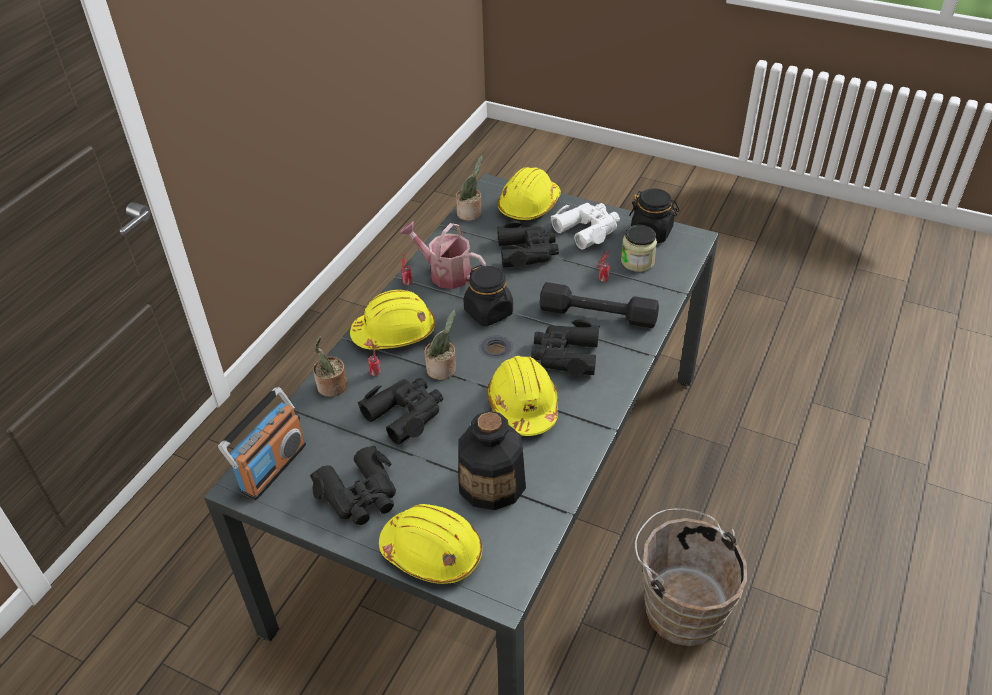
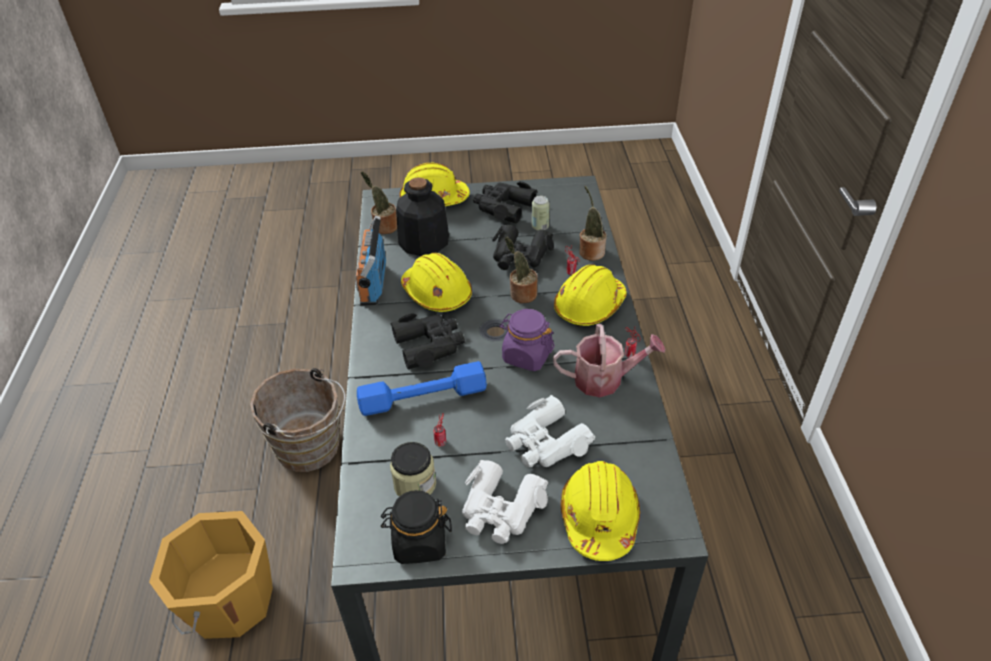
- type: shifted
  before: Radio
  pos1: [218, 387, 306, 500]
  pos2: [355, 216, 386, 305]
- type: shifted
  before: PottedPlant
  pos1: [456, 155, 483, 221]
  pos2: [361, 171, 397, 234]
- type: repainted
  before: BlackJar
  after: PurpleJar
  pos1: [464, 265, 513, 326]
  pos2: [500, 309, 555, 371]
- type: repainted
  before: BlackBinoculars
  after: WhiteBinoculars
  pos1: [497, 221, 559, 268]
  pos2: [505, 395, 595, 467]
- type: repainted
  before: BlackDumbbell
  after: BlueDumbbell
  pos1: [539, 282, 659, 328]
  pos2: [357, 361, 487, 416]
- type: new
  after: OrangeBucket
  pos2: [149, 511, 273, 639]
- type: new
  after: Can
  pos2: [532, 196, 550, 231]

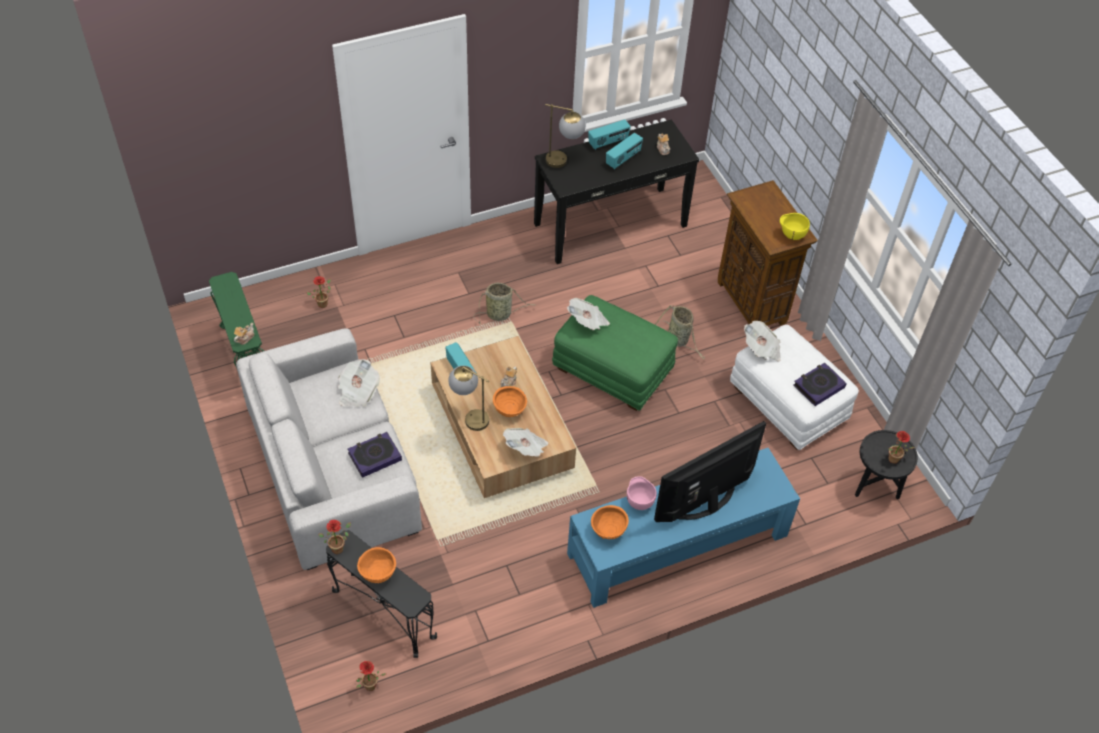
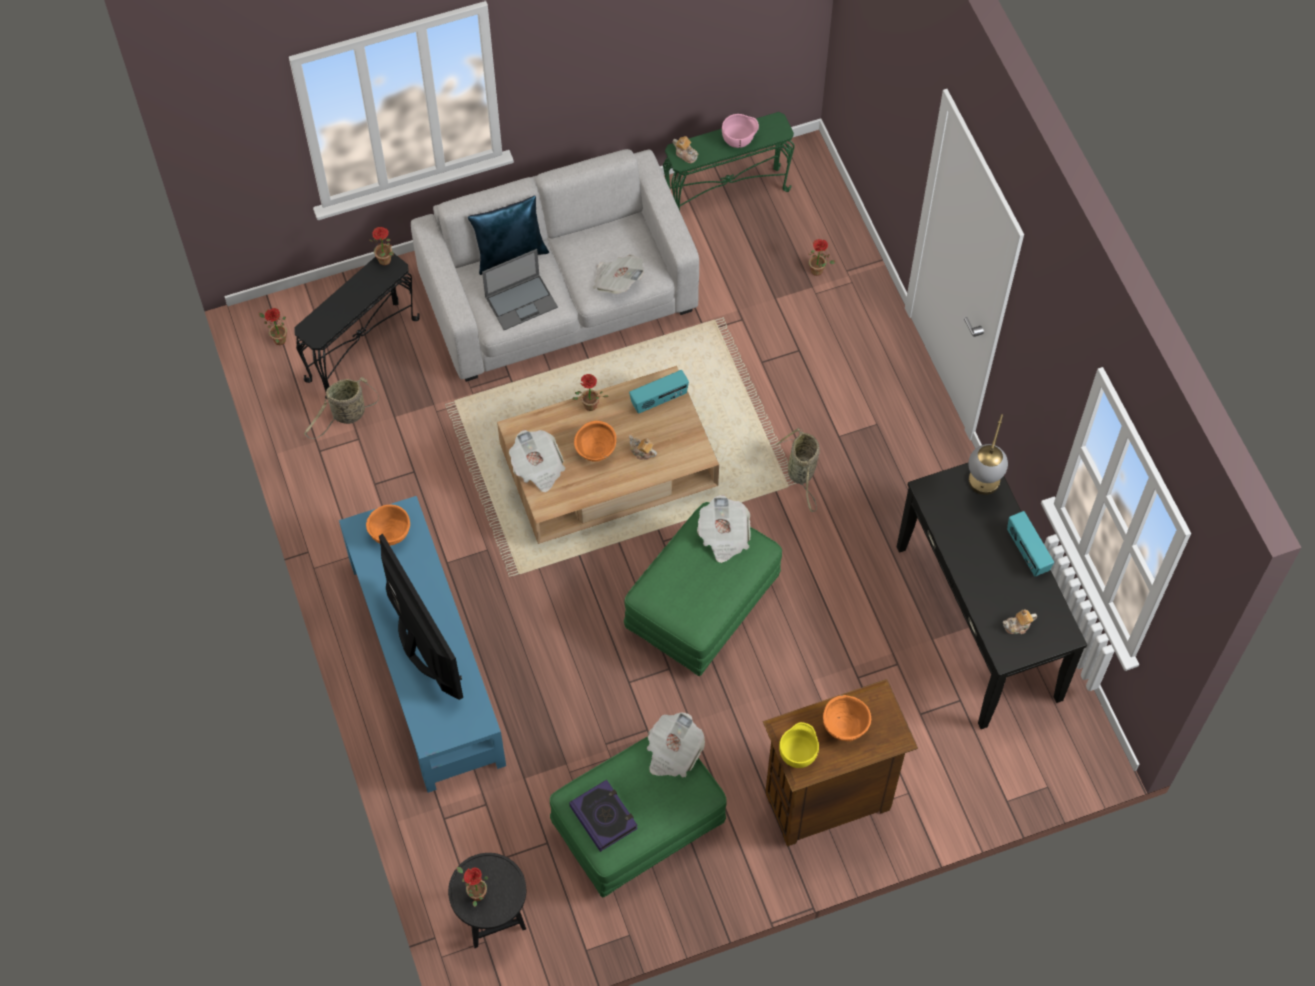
- type: swapped
  before: Book
  after: Laptop
  pos1: [348, 432, 402, 478]
  pos2: [482, 249, 558, 330]
- type: shifted
  before: OrangeBowl
  pos1: [357, 547, 396, 583]
  pos2: [823, 695, 871, 742]
- type: swapped
  before: TableLamp
  after: PottedPlant
  pos1: [448, 366, 489, 431]
  pos2: [572, 374, 609, 411]
- type: gone
  before: Radio
  pos1: [606, 133, 643, 169]
- type: shifted
  before: PinkBowl
  pos1: [627, 476, 657, 510]
  pos2: [722, 114, 759, 148]
- type: shifted
  before: Basket
  pos1: [655, 305, 705, 359]
  pos2: [304, 377, 379, 439]
- type: repainted
  before: WhiteOttoman
  after: GreenOttoman
  pos1: [730, 325, 859, 450]
  pos2: [550, 736, 727, 897]
- type: new
  after: BluePillow
  pos2: [468, 196, 549, 275]

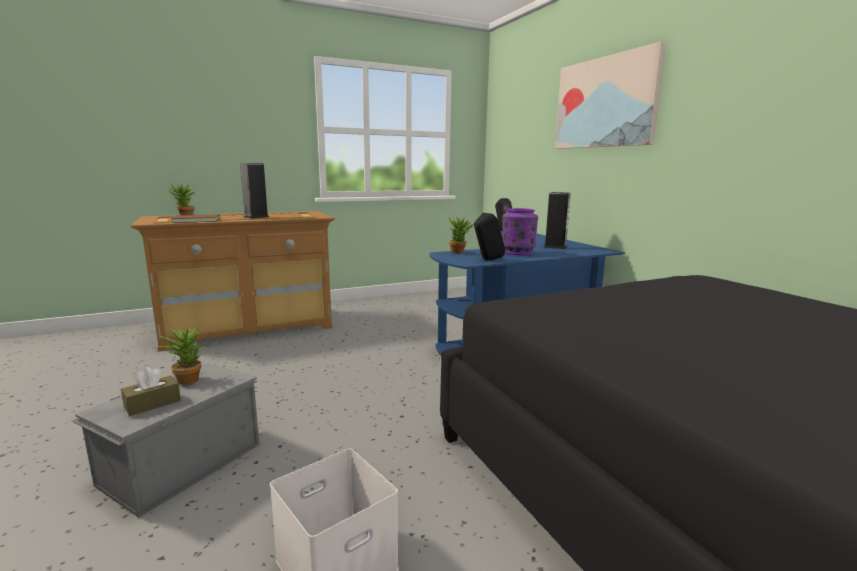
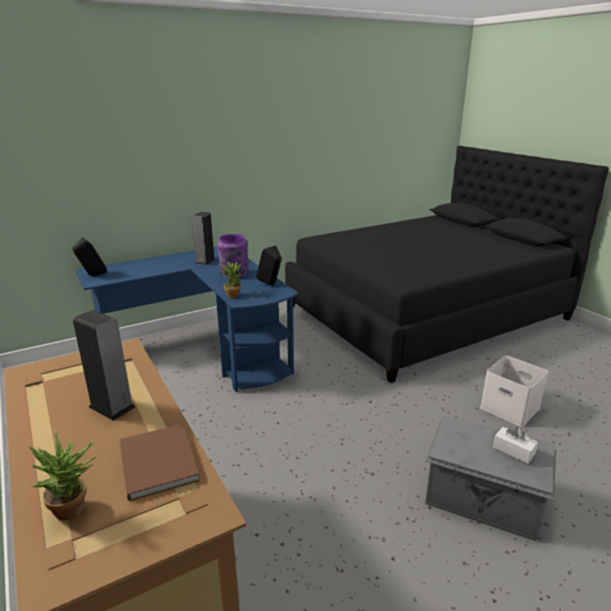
- type: repainted
  before: BrownTissueBox
  after: WhiteTissueBox
  pos1: [121, 367, 181, 416]
  pos2: [493, 427, 538, 464]
- type: gone
  before: PottedPlant
  pos1: [159, 324, 205, 385]
- type: gone
  before: Picture
  pos1: [555, 41, 666, 149]

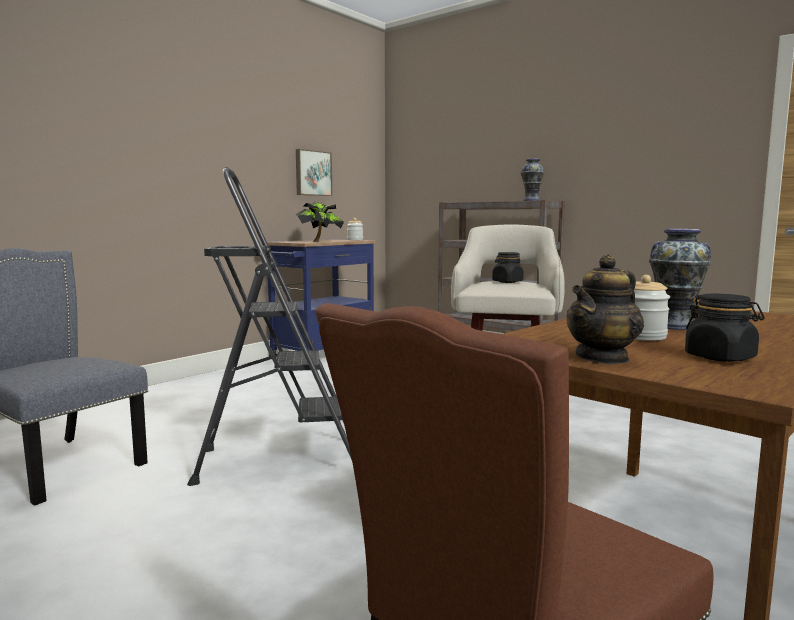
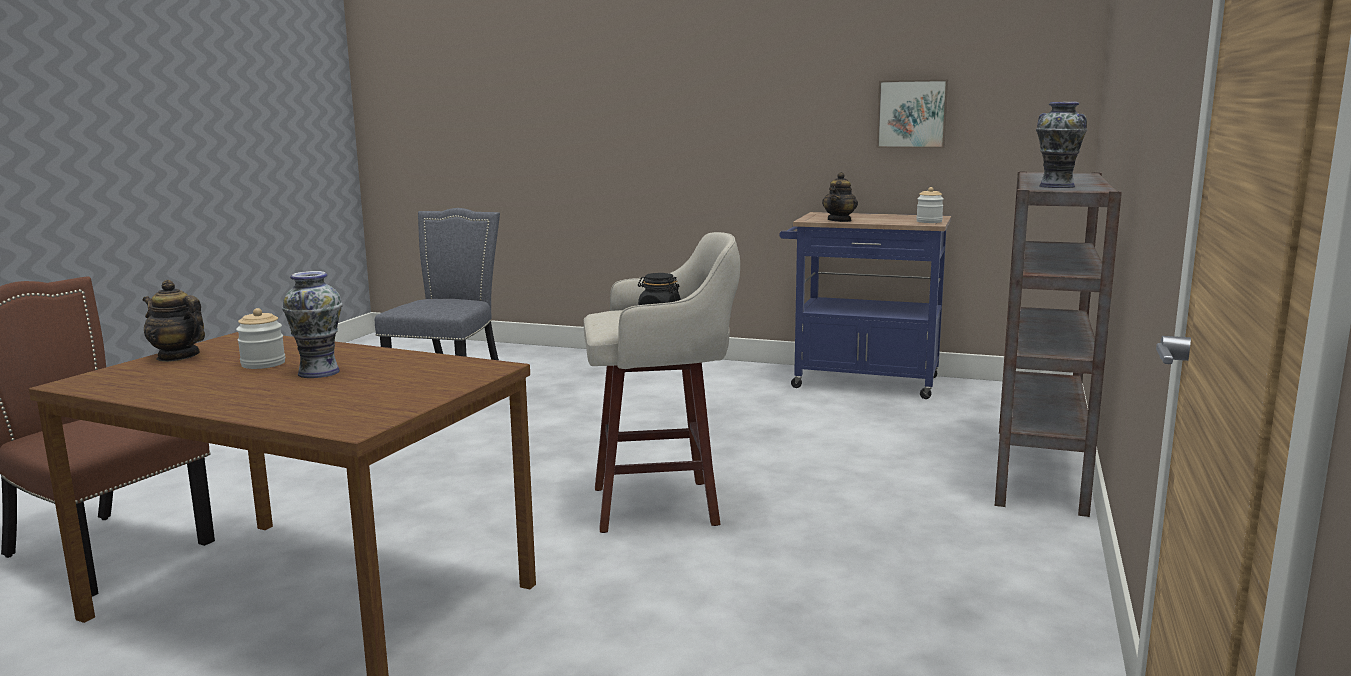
- type: gone
  before: StepLadder
  pos1: [187, 167, 352, 486]
- type: swapped
  before: PottedPlant
  after: Teapot
  pos1: [295, 201, 344, 242]
  pos2: [822, 172, 858, 222]
- type: gone
  before: BlackJar
  pos1: [685, 294, 765, 362]

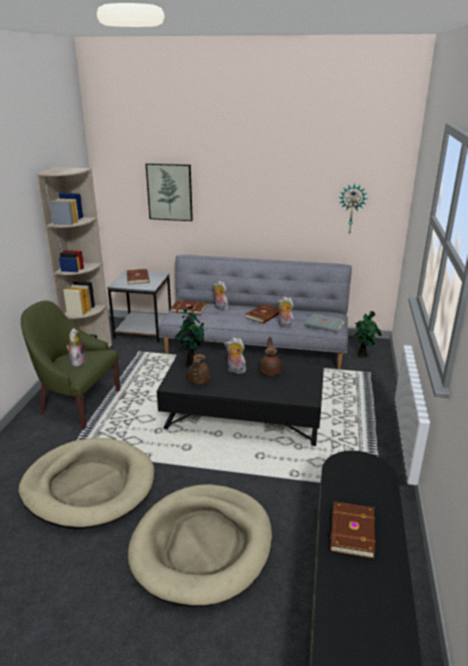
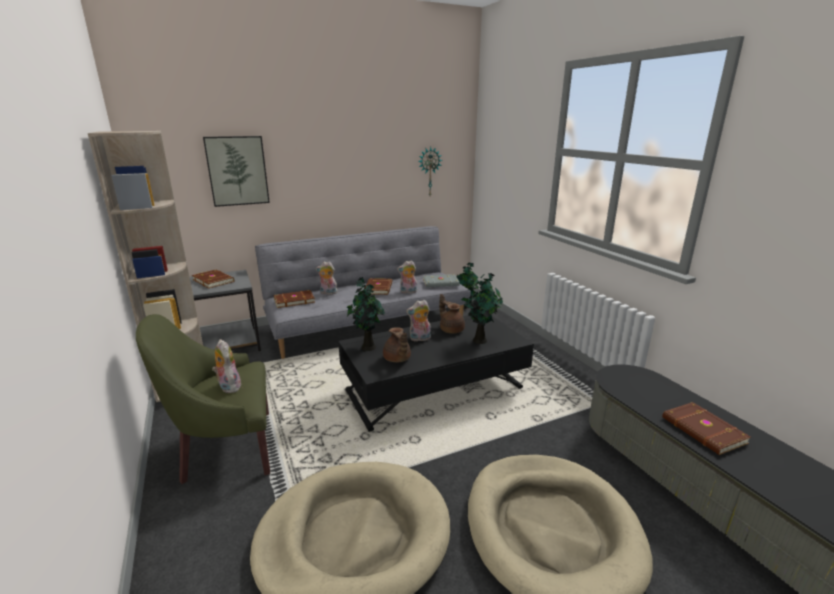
- type: new
  after: PottedPlant
  pos2: [461, 273, 503, 344]

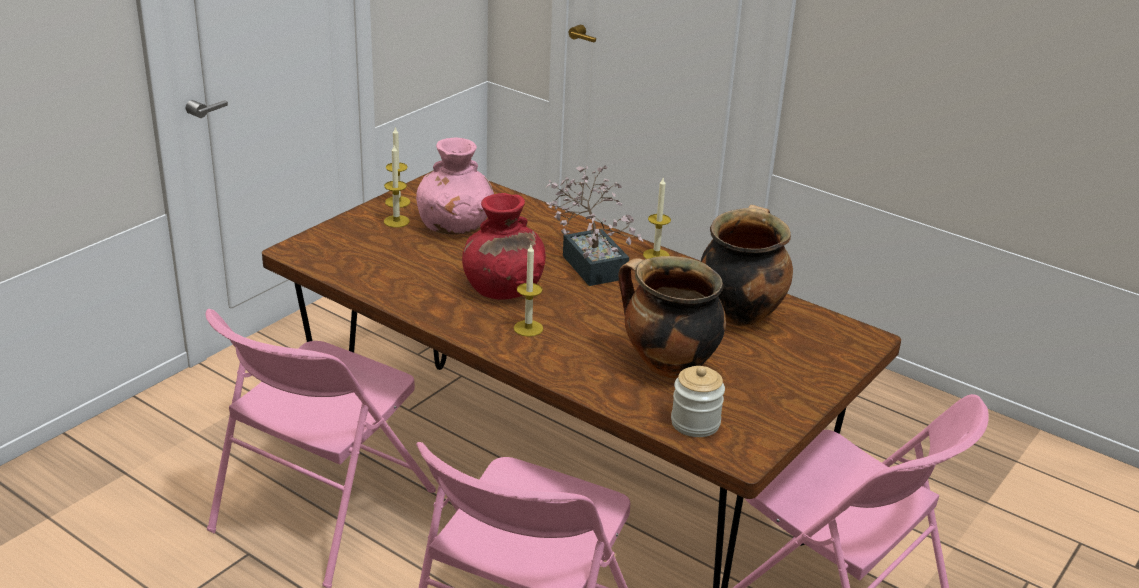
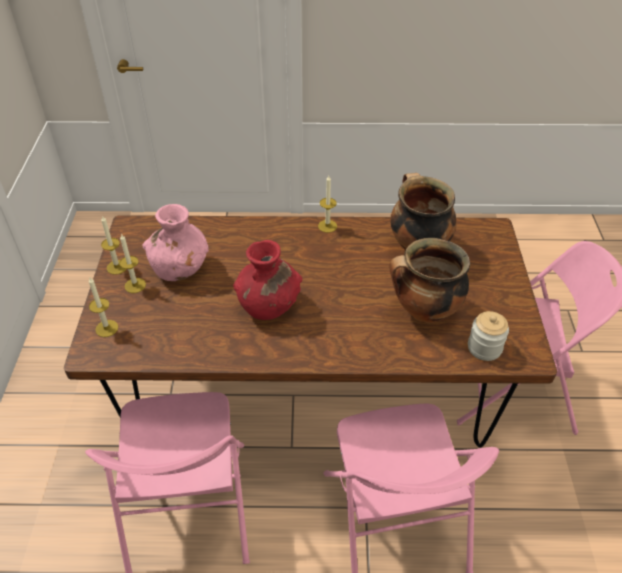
- type: shifted
  before: Candle
  pos1: [514, 245, 543, 337]
  pos2: [89, 277, 118, 337]
- type: gone
  before: PottedPlant
  pos1: [545, 165, 643, 286]

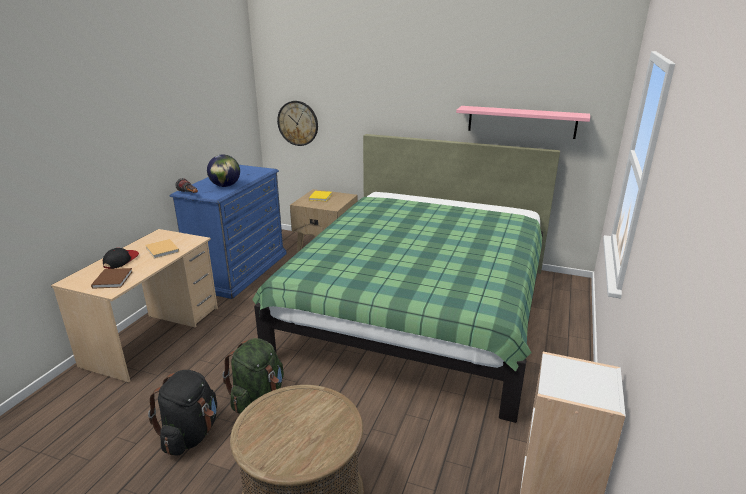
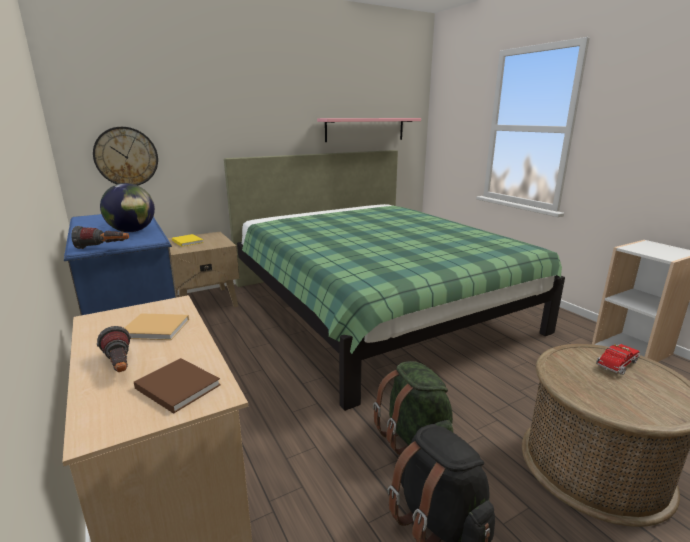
- type: swapped
  before: Cap
  after: Flashlight
  pos1: [103, 248, 139, 269]
  pos2: [97, 326, 131, 372]
- type: new
  after: ToyTruck
  pos2: [596, 344, 640, 375]

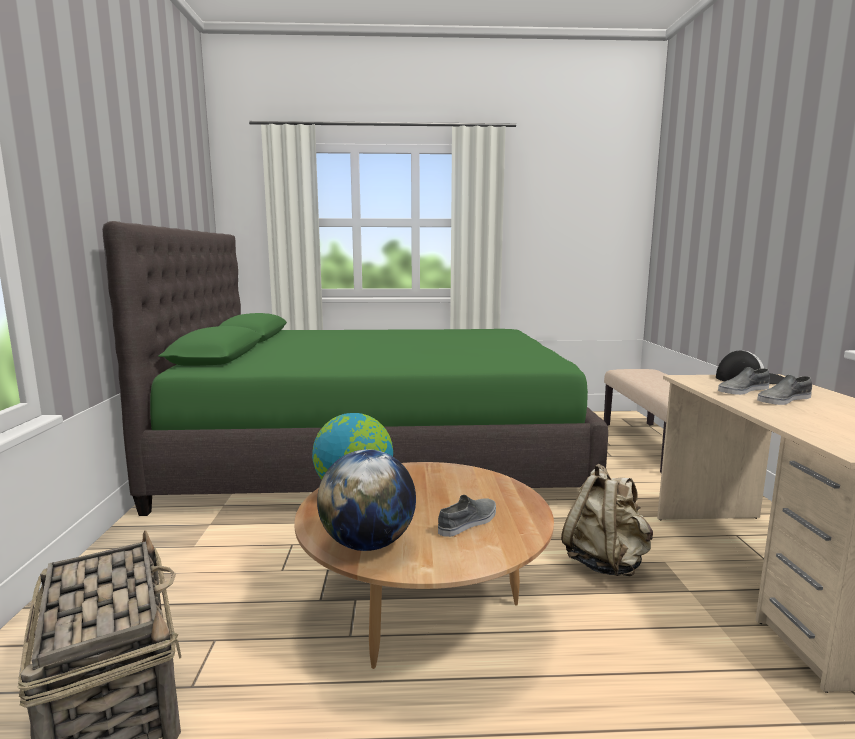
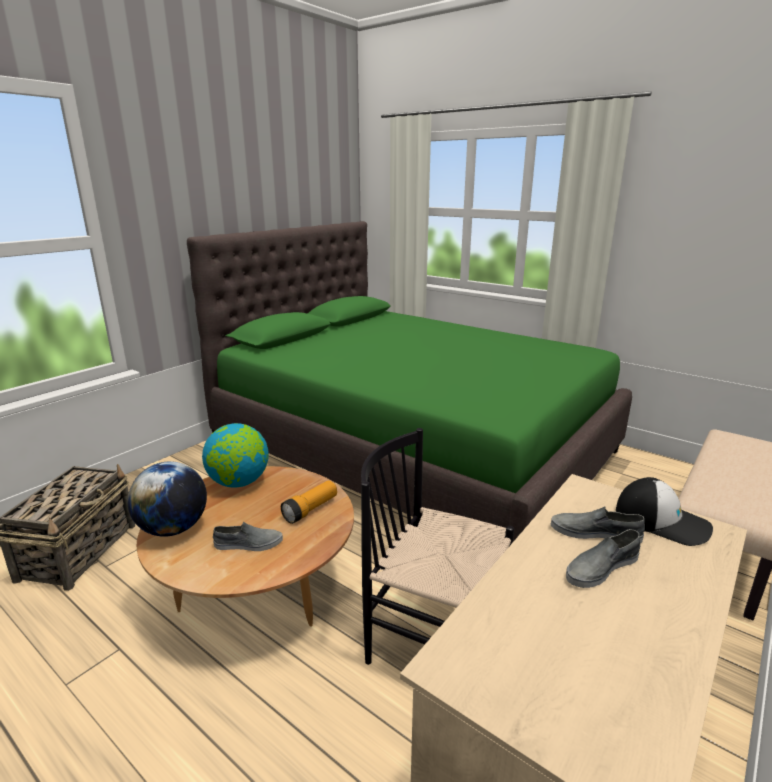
- type: swapped
  before: BeigeBackpack
  after: BlackChair
  pos1: [561, 463, 653, 576]
  pos2: [361, 428, 514, 665]
- type: rotated
  before: GreyShoe
  pos1: [757, 375, 812, 405]
  pos2: [566, 529, 640, 588]
  turn: -45
- type: new
  after: Flashlight
  pos2: [281, 480, 337, 524]

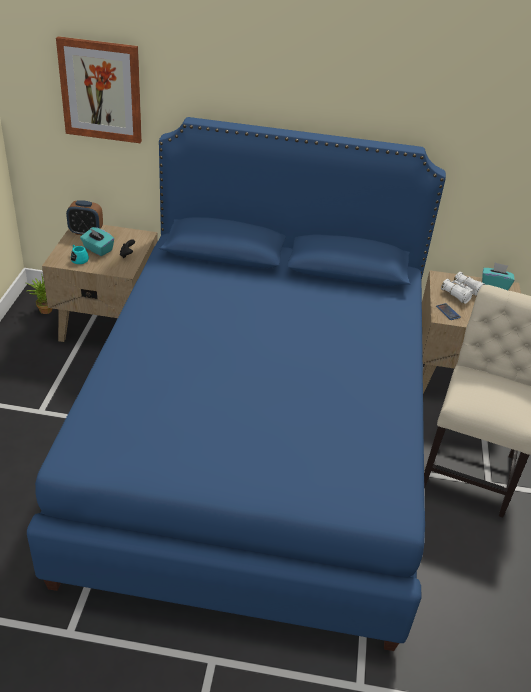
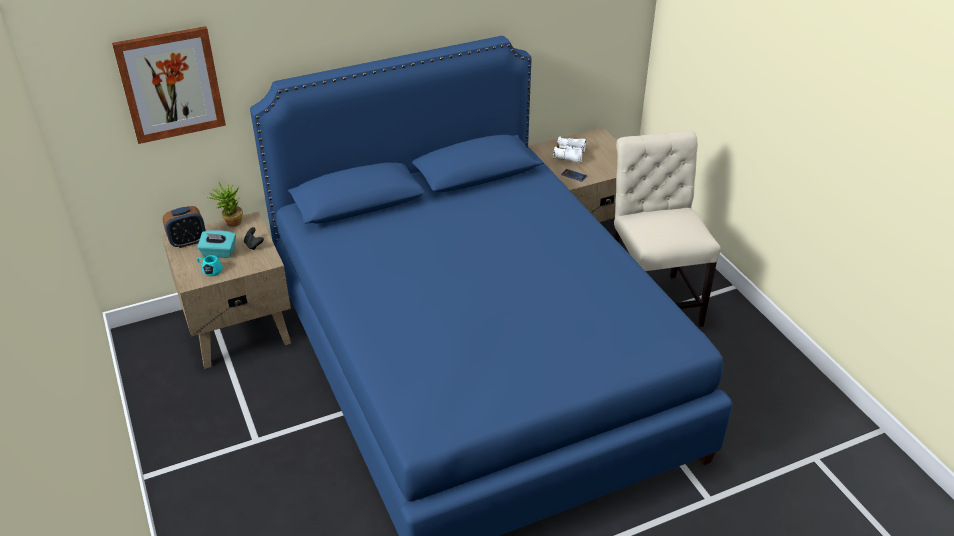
- type: shifted
  before: PottedPlant
  pos1: [26, 274, 52, 314]
  pos2: [207, 181, 243, 227]
- type: gone
  before: TurquoiseTissueBox
  pos1: [482, 263, 515, 290]

